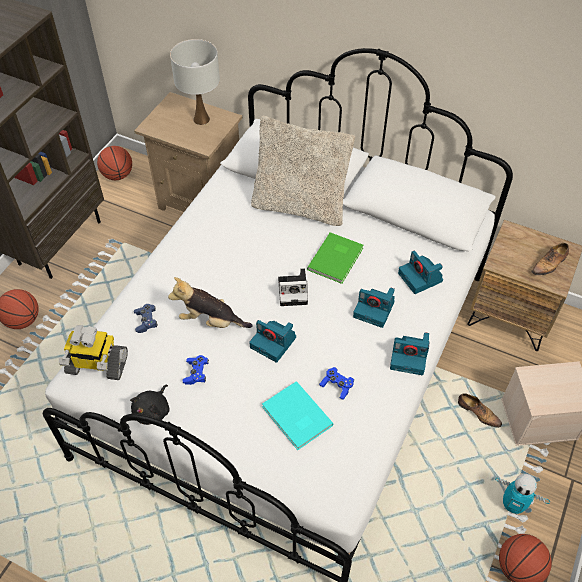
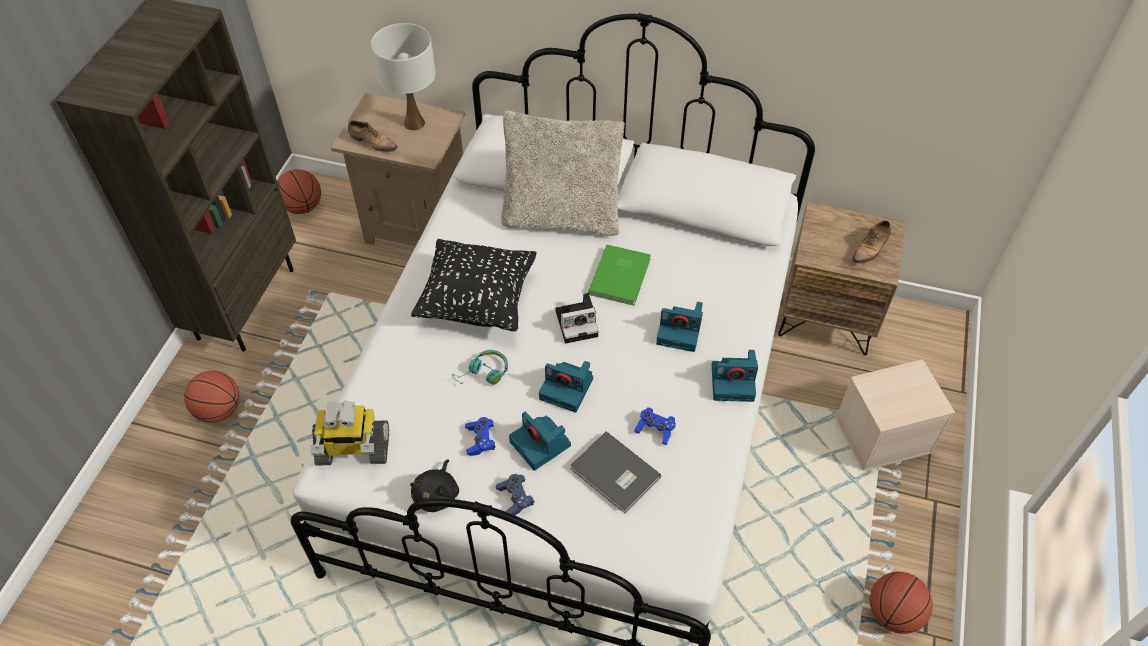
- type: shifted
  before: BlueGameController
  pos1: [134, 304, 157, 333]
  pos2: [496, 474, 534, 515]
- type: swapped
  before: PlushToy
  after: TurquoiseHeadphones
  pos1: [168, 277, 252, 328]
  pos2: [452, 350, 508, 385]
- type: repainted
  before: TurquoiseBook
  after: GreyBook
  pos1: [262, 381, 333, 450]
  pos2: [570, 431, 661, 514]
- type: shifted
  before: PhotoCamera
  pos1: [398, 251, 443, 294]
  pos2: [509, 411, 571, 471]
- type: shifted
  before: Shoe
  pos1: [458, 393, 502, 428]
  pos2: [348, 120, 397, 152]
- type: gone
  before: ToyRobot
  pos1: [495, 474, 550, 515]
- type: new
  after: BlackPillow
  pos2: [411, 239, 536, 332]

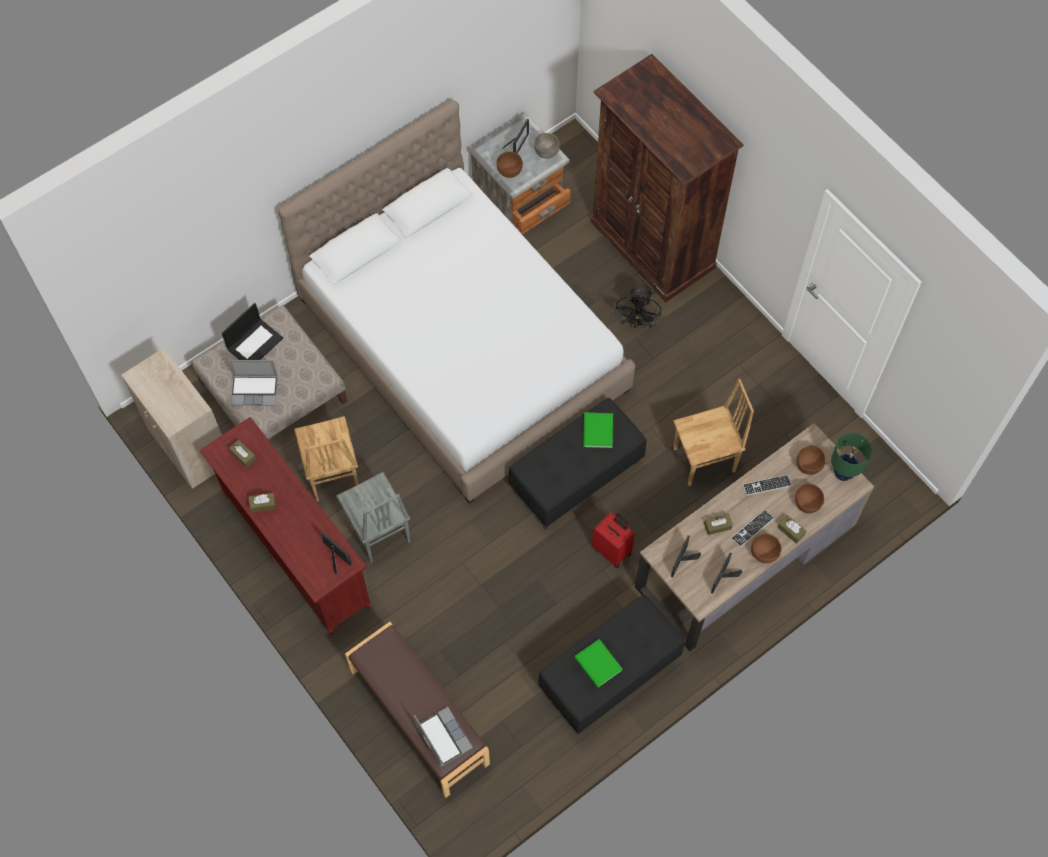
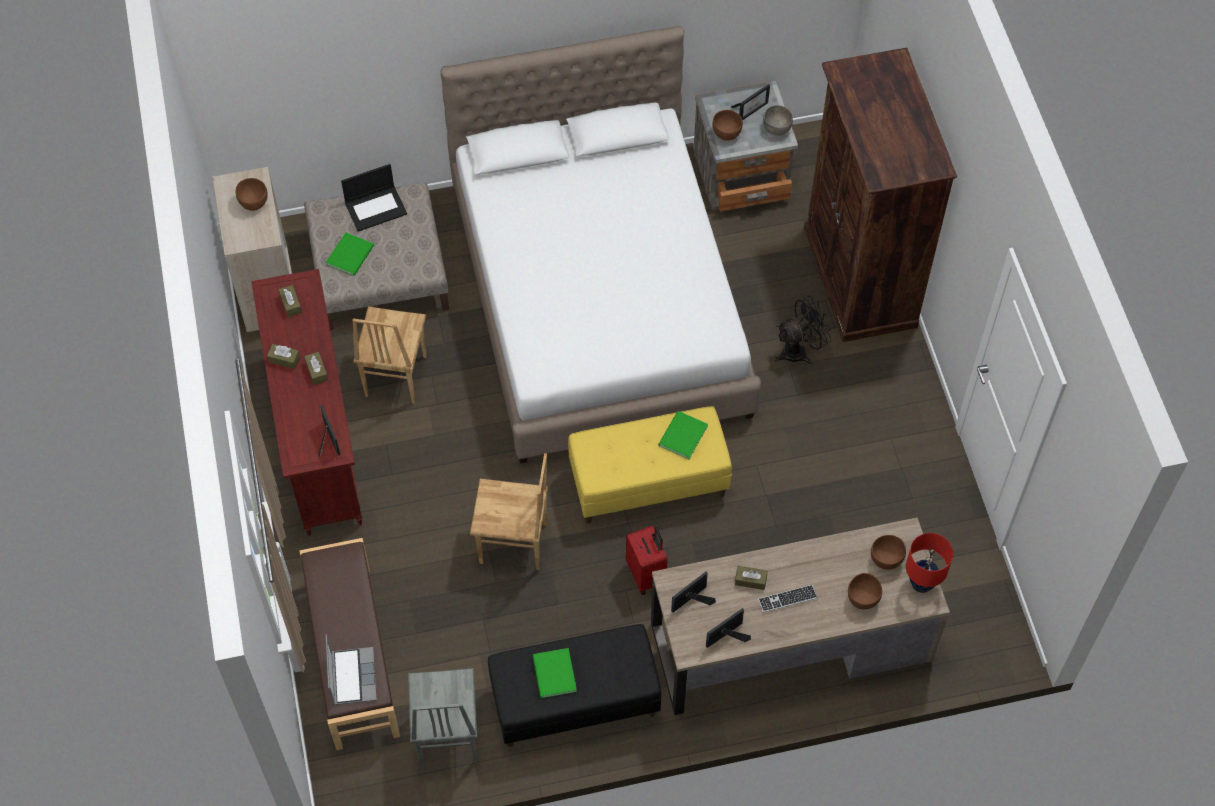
- type: swapped
  before: Laptop
  after: GreenBook
  pos1: [228, 360, 278, 406]
  pos2: [326, 232, 374, 276]
- type: shifted
  before: GreyChair
  pos1: [336, 472, 410, 563]
  pos2: [408, 668, 477, 767]
- type: repainted
  before: BlackBench
  after: YellowBench
  pos1: [508, 398, 647, 529]
  pos2: [568, 406, 732, 523]
- type: rotated
  before: BlackFan
  pos1: [615, 282, 661, 328]
  pos2: [774, 296, 832, 364]
  turn: -150
- type: shifted
  before: BrownChair
  pos1: [673, 379, 754, 486]
  pos2: [470, 453, 548, 570]
- type: gone
  before: Keyboard
  pos1: [743, 475, 792, 496]
- type: shifted
  before: BrownBowl
  pos1: [751, 534, 781, 563]
  pos2: [236, 178, 268, 211]
- type: shifted
  before: BrownTissueBox
  pos1: [778, 515, 806, 544]
  pos2: [304, 352, 328, 385]
- type: repainted
  before: GreenTableLamp
  after: RedTableLamp
  pos1: [831, 433, 872, 481]
  pos2: [906, 533, 953, 593]

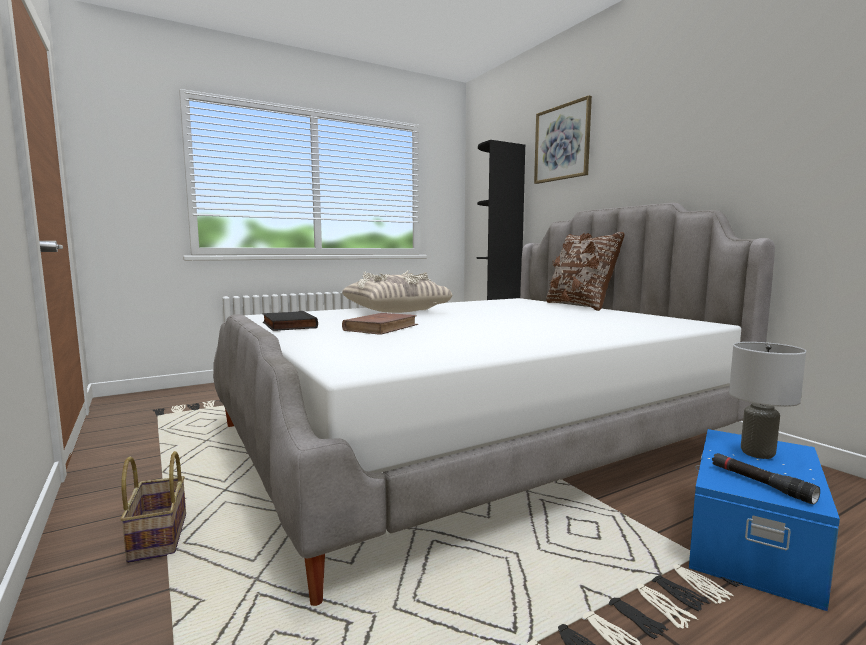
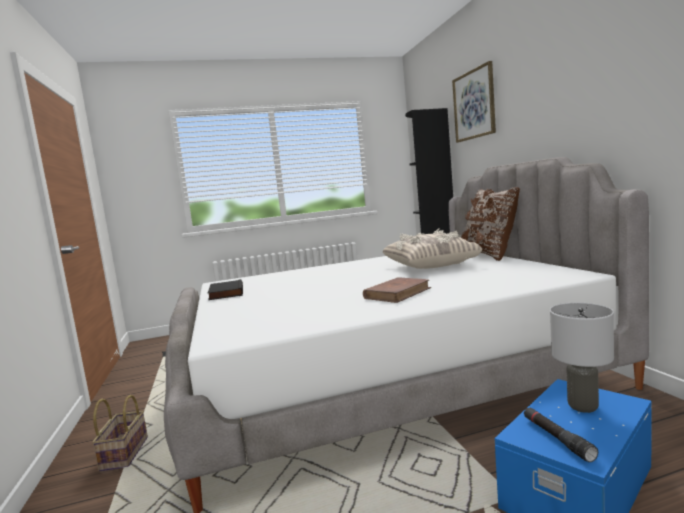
- type: shifted
  before: BeigePillow
  pos1: [342, 271, 452, 313]
  pos2: [383, 228, 482, 269]
- type: shifted
  before: BrownBook
  pos1: [342, 313, 418, 335]
  pos2: [363, 277, 431, 303]

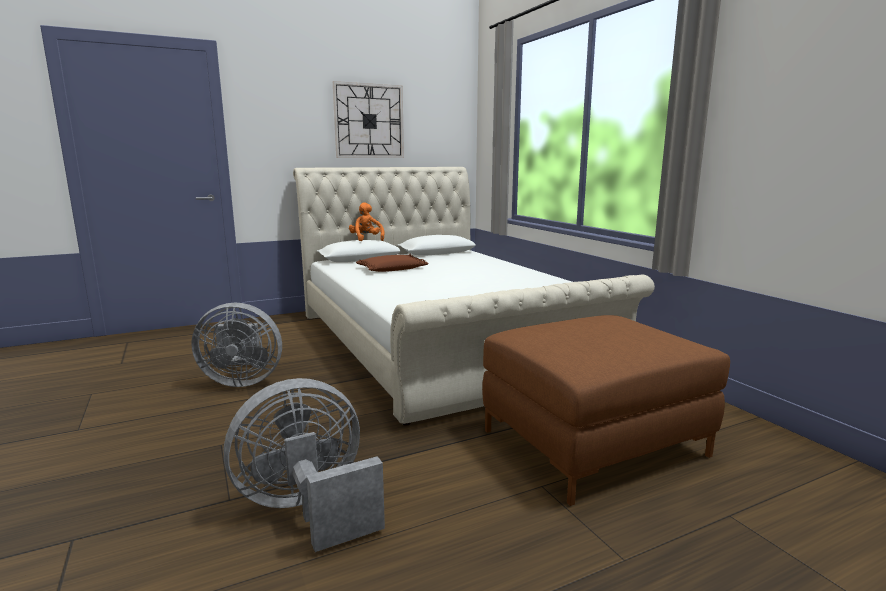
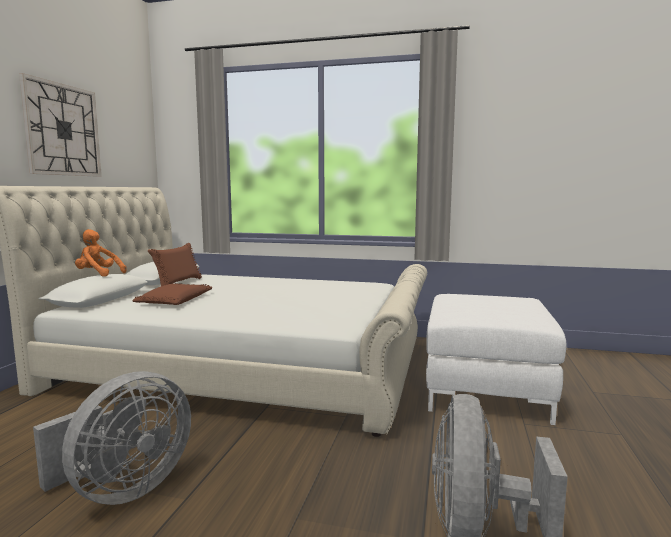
- type: repainted
  before: BrownOttoman
  after: WhiteOttoman
  pos1: [482, 315, 730, 506]
  pos2: [426, 294, 566, 425]
- type: new
  after: BrownPillow
  pos2: [148, 243, 202, 286]

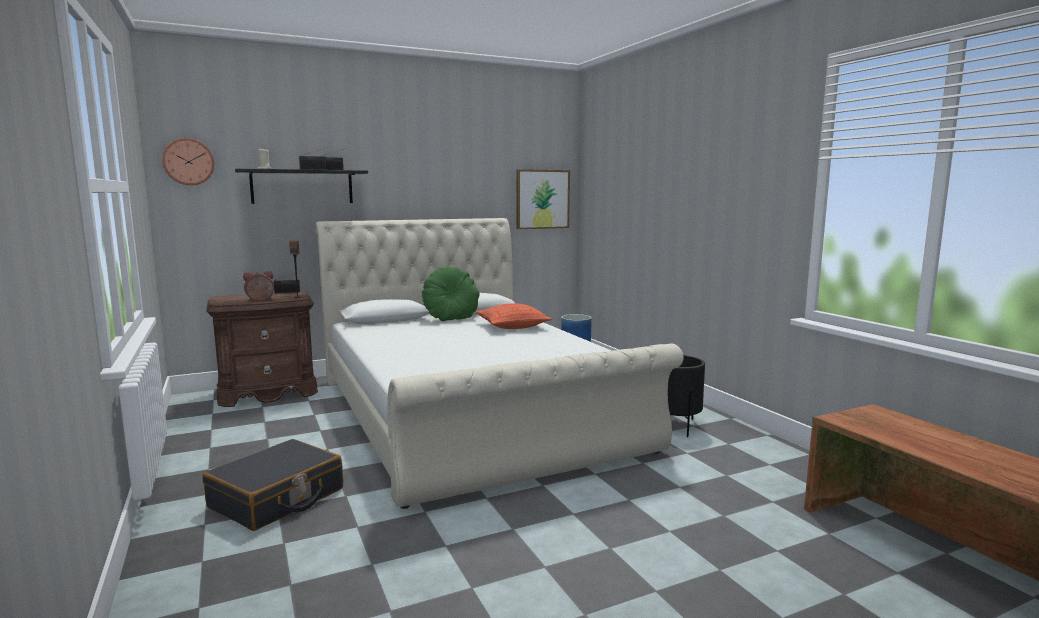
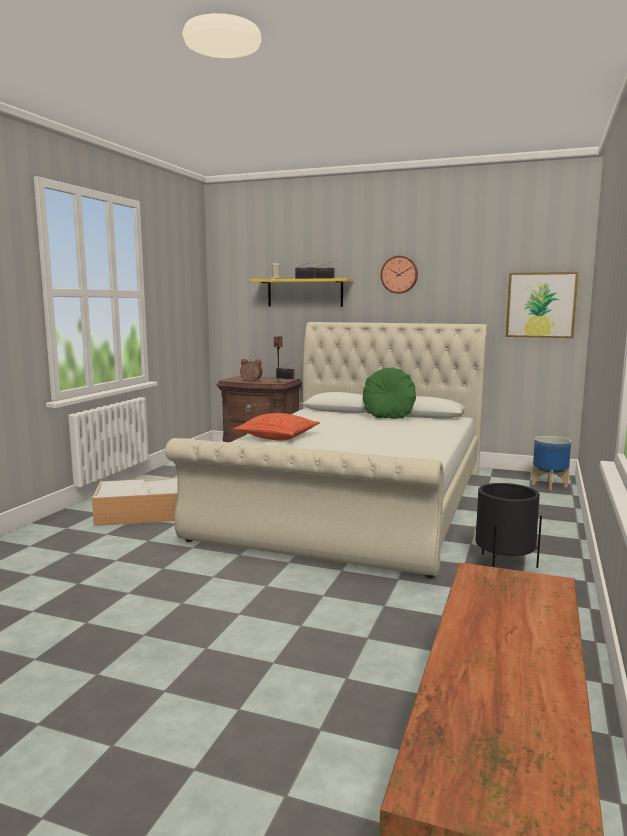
- type: shifted
  before: WallClock
  pos1: [162, 138, 214, 185]
  pos2: [381, 256, 418, 294]
- type: swapped
  before: BlackSuitcase
  after: StorageBox
  pos1: [203, 439, 343, 531]
  pos2: [92, 477, 178, 526]
- type: repainted
  before: BlackShelf
  after: YellowShelf
  pos1: [235, 169, 368, 204]
  pos2: [250, 278, 353, 307]
- type: shifted
  before: OrangePillow
  pos1: [475, 303, 552, 329]
  pos2: [234, 413, 320, 440]

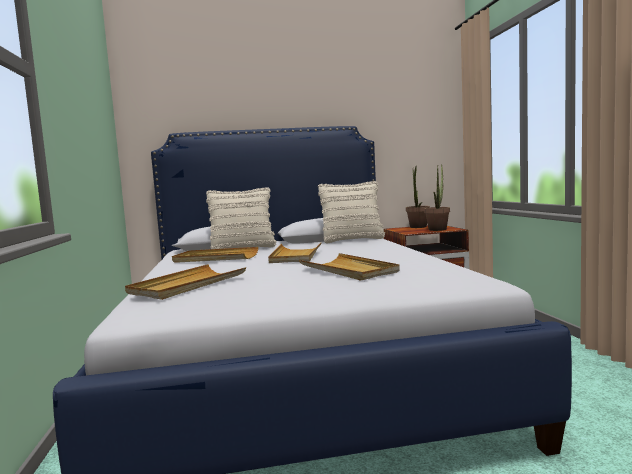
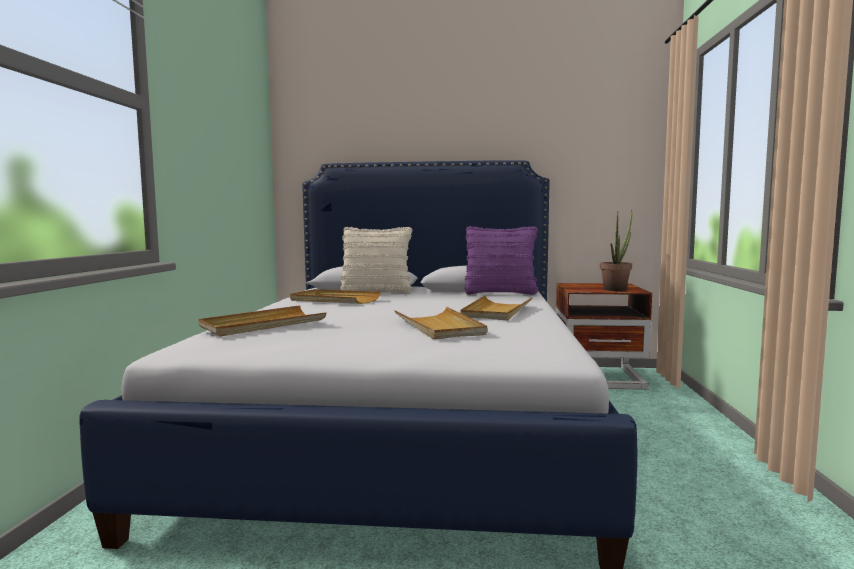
- type: shifted
  before: BeigeTray
  pos1: [268, 242, 322, 263]
  pos2: [460, 295, 532, 320]
- type: repainted
  before: BeigePillow
  after: PurplePillow
  pos1: [318, 181, 385, 243]
  pos2: [465, 226, 538, 295]
- type: gone
  before: PottedPlant
  pos1: [406, 165, 430, 228]

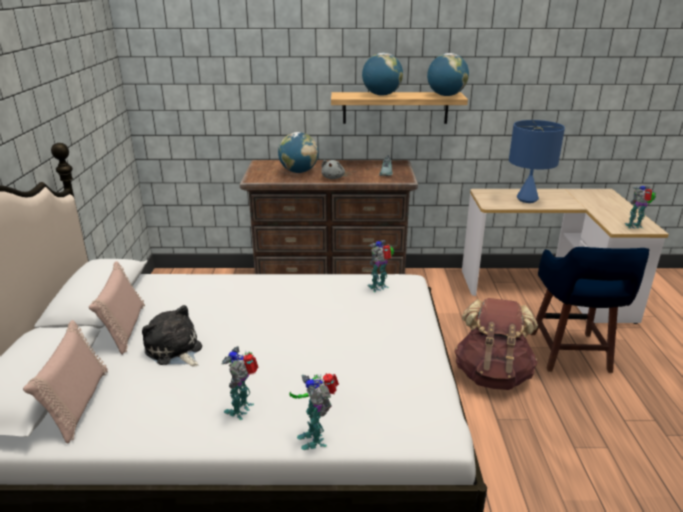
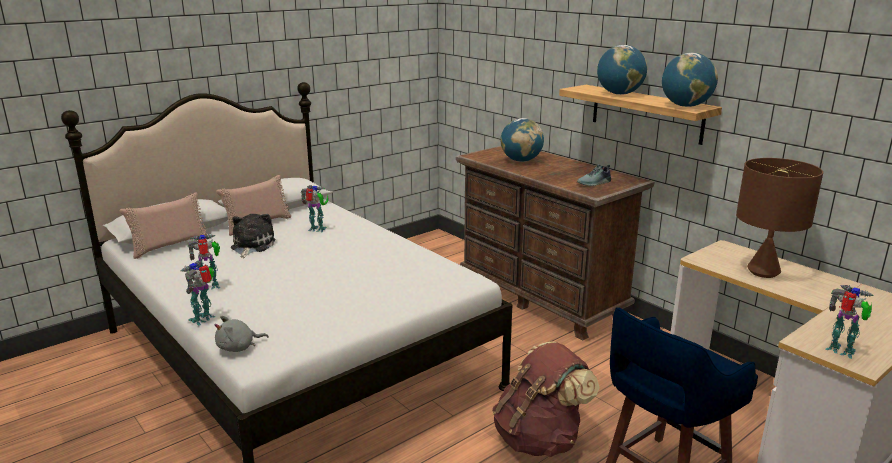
- type: shifted
  before: GreyPlushToy
  pos1: [321, 160, 345, 179]
  pos2: [214, 316, 269, 352]
- type: shifted
  before: ToyRobot
  pos1: [367, 240, 394, 292]
  pos2: [300, 185, 329, 232]
- type: repainted
  before: BlueTableLamp
  after: BrownTableLamp
  pos1: [509, 120, 565, 203]
  pos2: [736, 158, 823, 278]

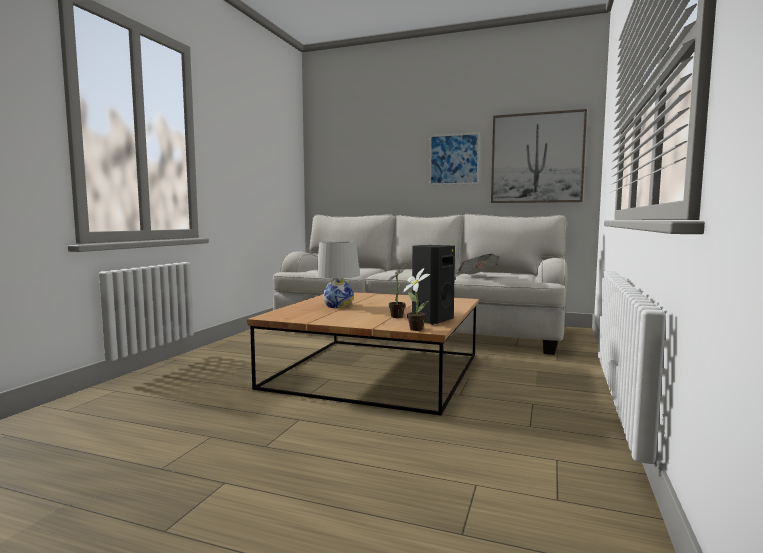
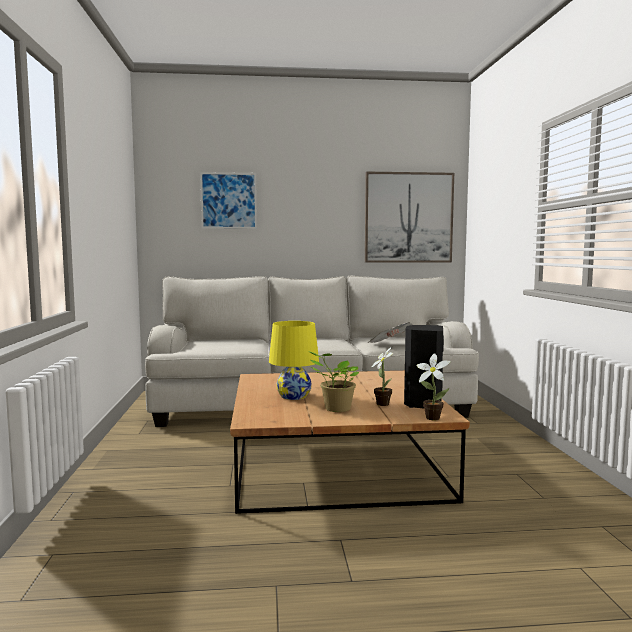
- type: repainted
  before: WhiteTableLamp
  after: YellowTableLamp
  pos1: [316, 241, 360, 308]
  pos2: [269, 321, 319, 400]
- type: shifted
  before: Picture
  pos1: [429, 132, 480, 185]
  pos2: [200, 172, 257, 229]
- type: new
  after: PottedPlant
  pos2: [308, 351, 359, 412]

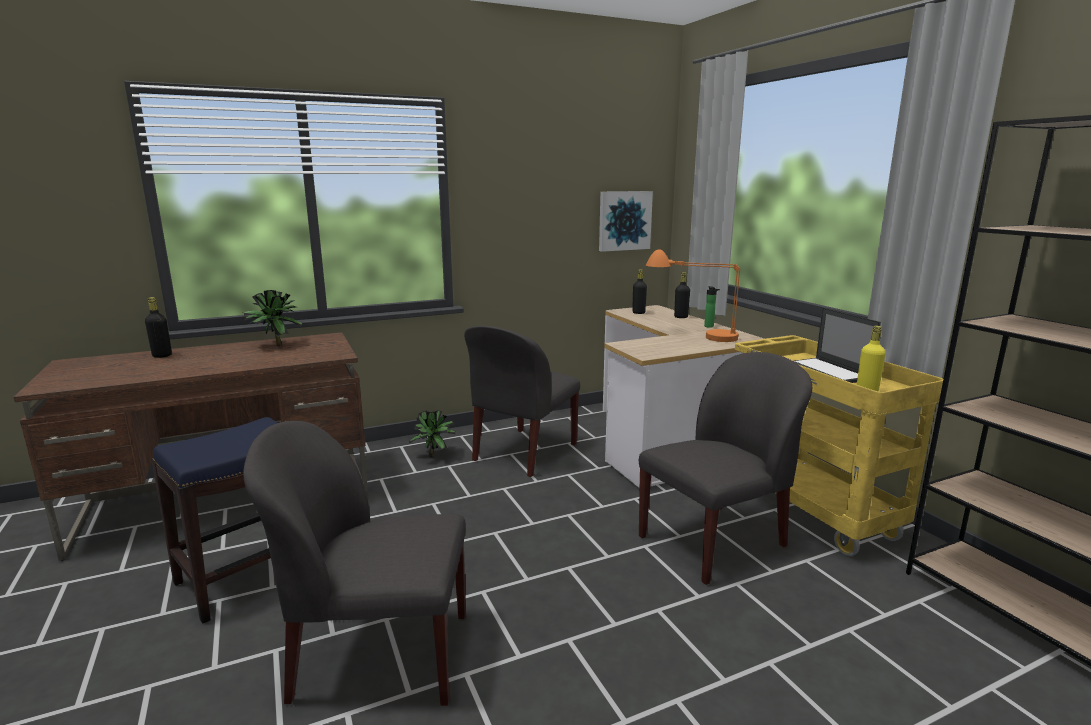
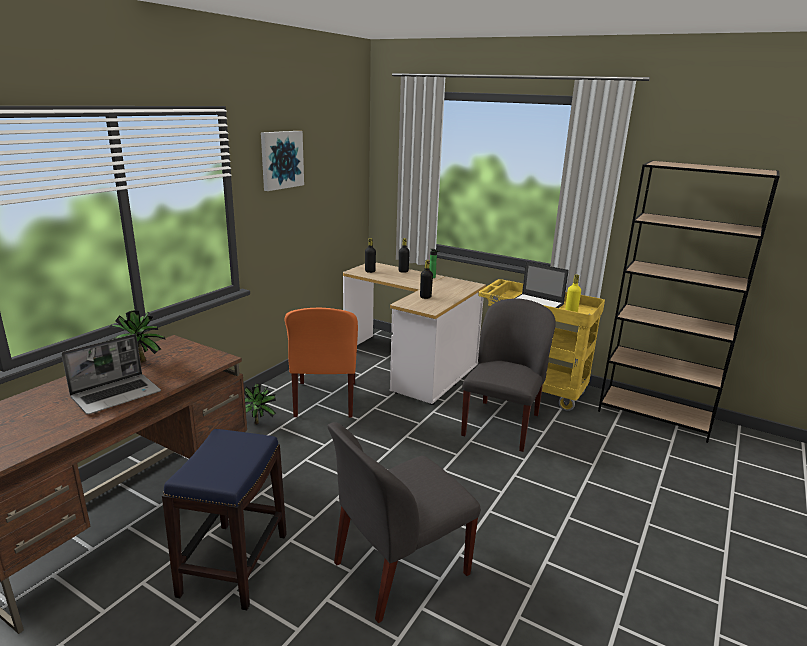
- type: shifted
  before: BlackBottle
  pos1: [145, 297, 172, 358]
  pos2: [420, 260, 433, 299]
- type: repainted
  before: GreyChair
  after: OrangeChair
  pos1: [464, 326, 580, 477]
  pos2: [285, 308, 358, 418]
- type: shifted
  before: Picture
  pos1: [599, 191, 653, 252]
  pos2: [261, 131, 304, 191]
- type: gone
  before: OrangeTableLamp
  pos1: [646, 249, 740, 342]
- type: new
  after: Laptop
  pos2: [61, 334, 161, 414]

